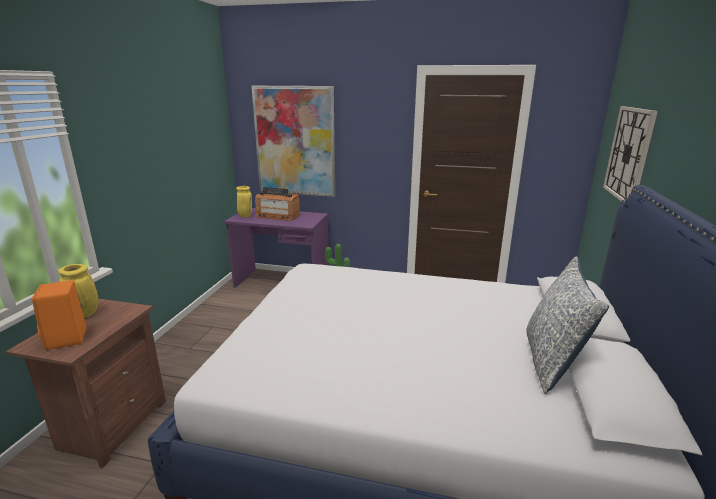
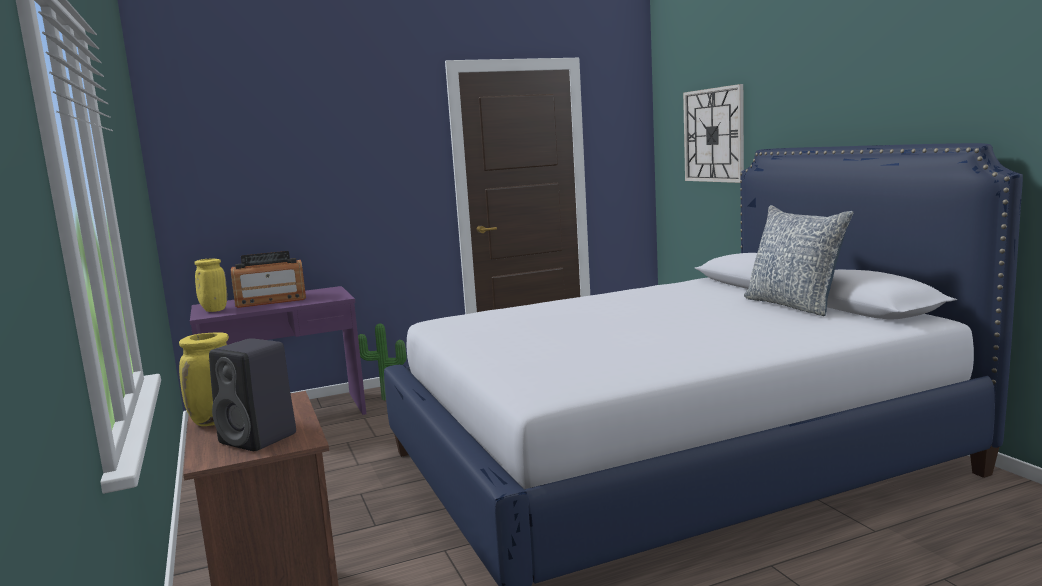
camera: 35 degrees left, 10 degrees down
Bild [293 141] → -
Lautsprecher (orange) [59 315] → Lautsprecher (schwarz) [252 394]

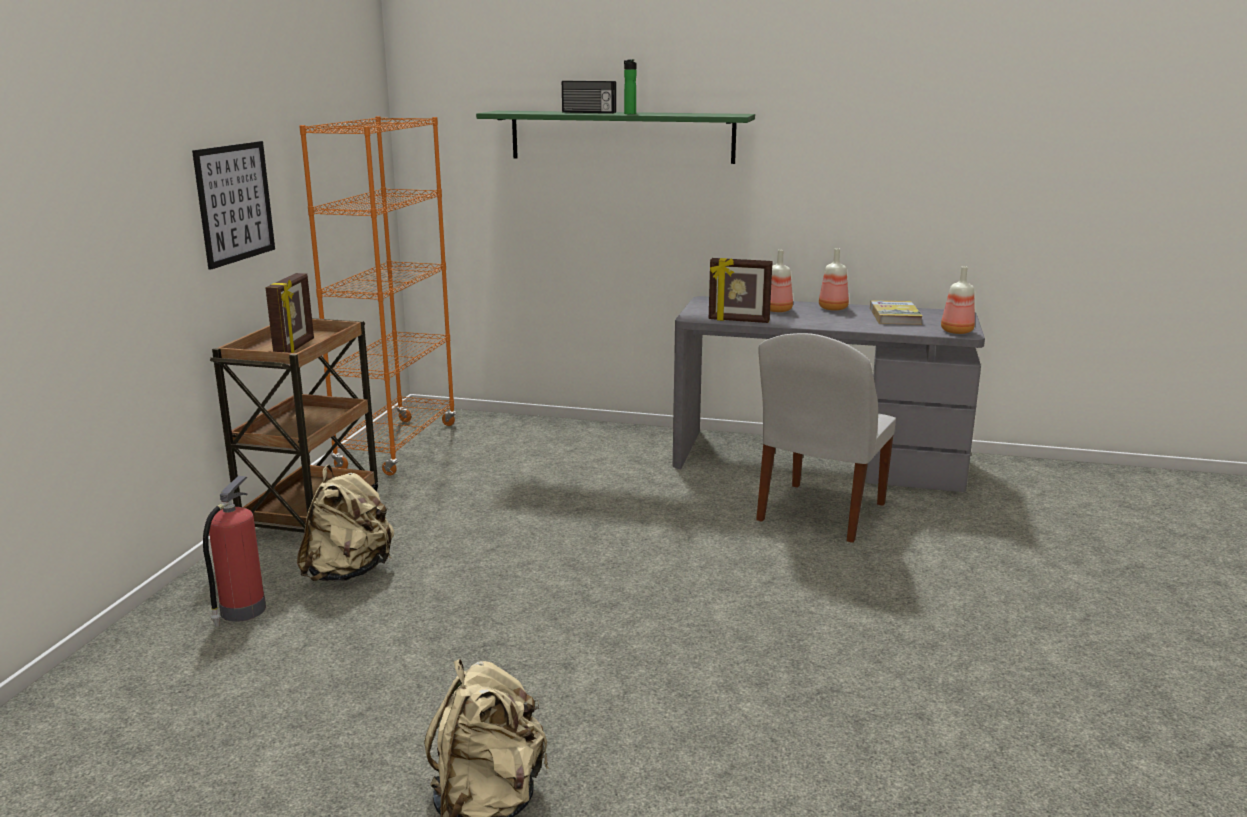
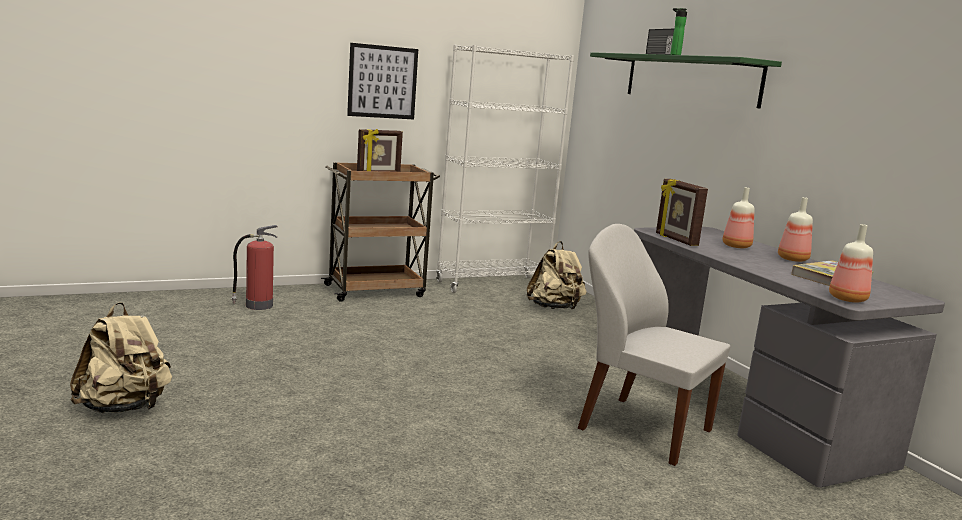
camera: 50 degrees right, 5 degrees down
Bücherregal (orange) [377 295] → Bücherregal (weiß) [505 169]
Stuhl (weiß) [826 438] → Stuhl (weiß) [654 345], 45 degrees clockwise
Rucksack (beige) [345 523] → Rucksack (beige) [557 275], shifted

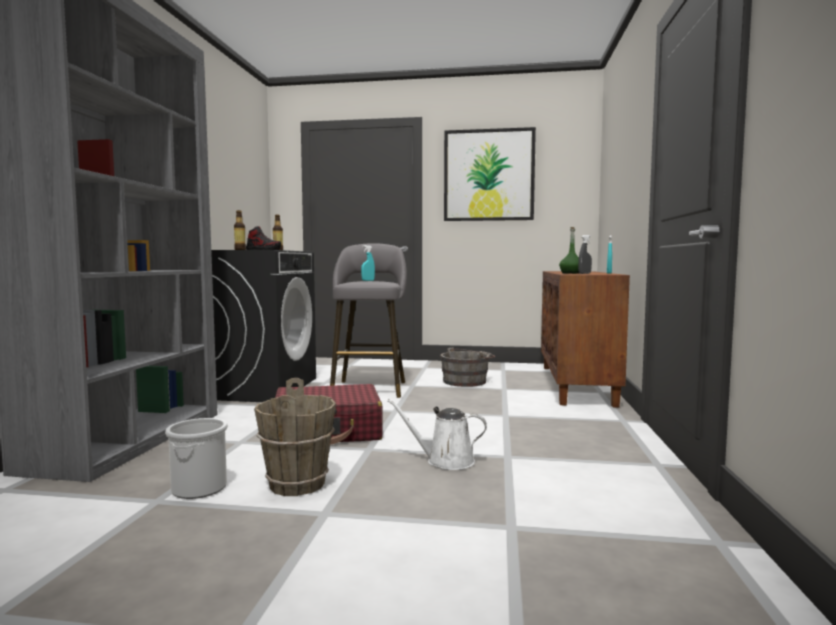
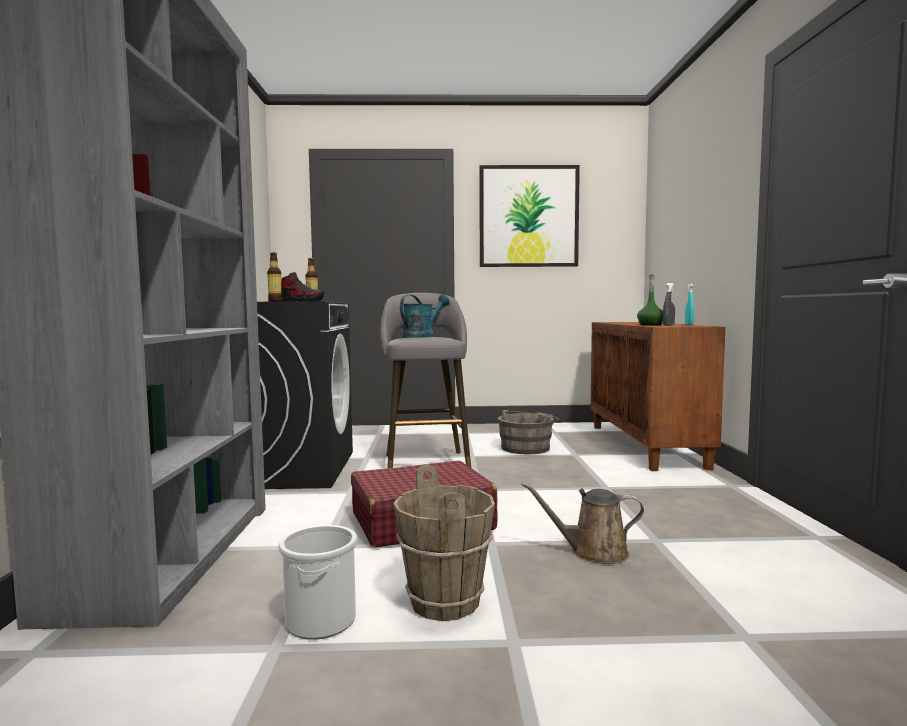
camera: 10 degrees left, 0 degrees up
Sprühflasche (türkis) [368 263] → Gießkanne (türkis) [425 316]
Gießkanne (weiß) [437 434] → Gießkanne (braun) [582 523]

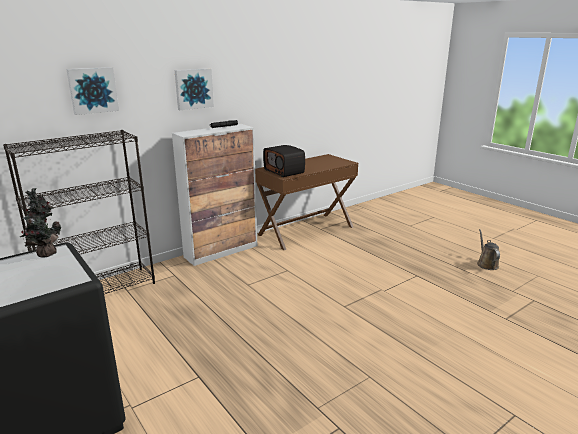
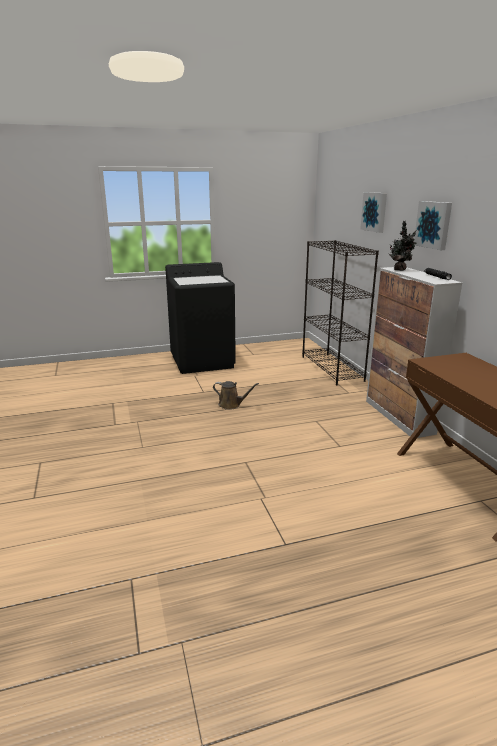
camera: 110 degrees right, 0 degrees up
Radio [284 161] → -
Topfpflanze [40 222] → Topfpflanze [402 246], shifted
Gießkanne (braun) [488 249] → Gießkanne (braun) [236 395], shifted

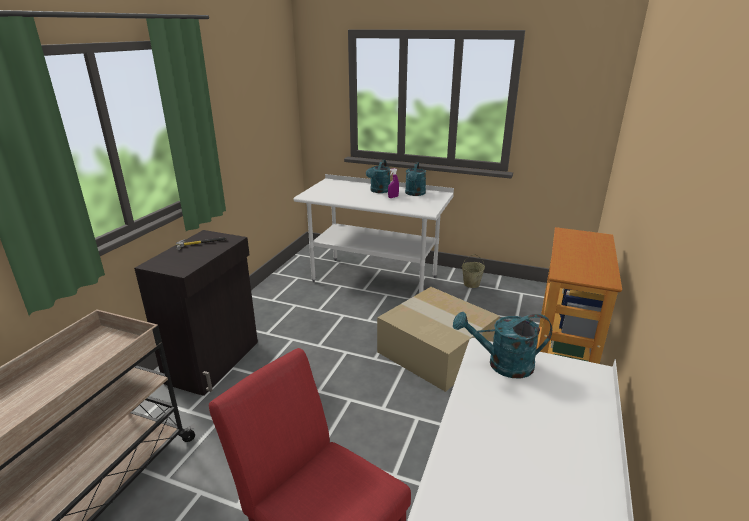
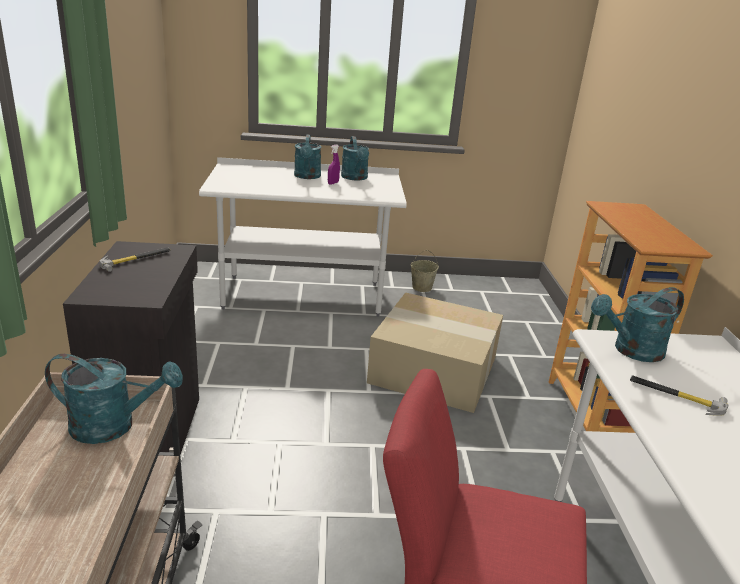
camera: 25 degrees left, 0 degrees up
- → Gießkanne (türkis) [114 399]
- → Hammer [679 396]

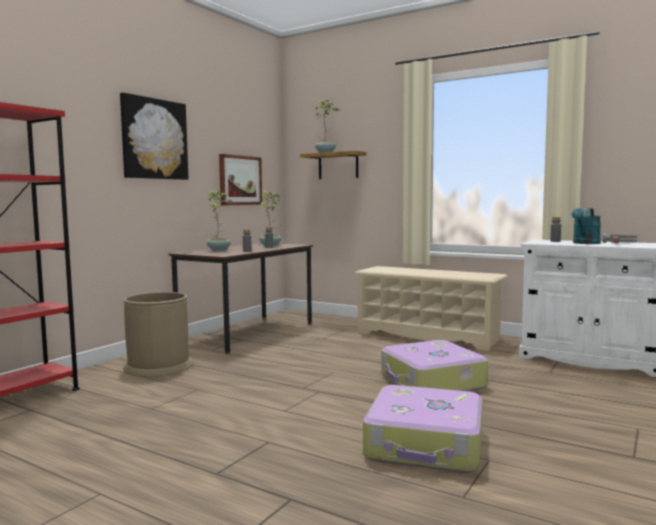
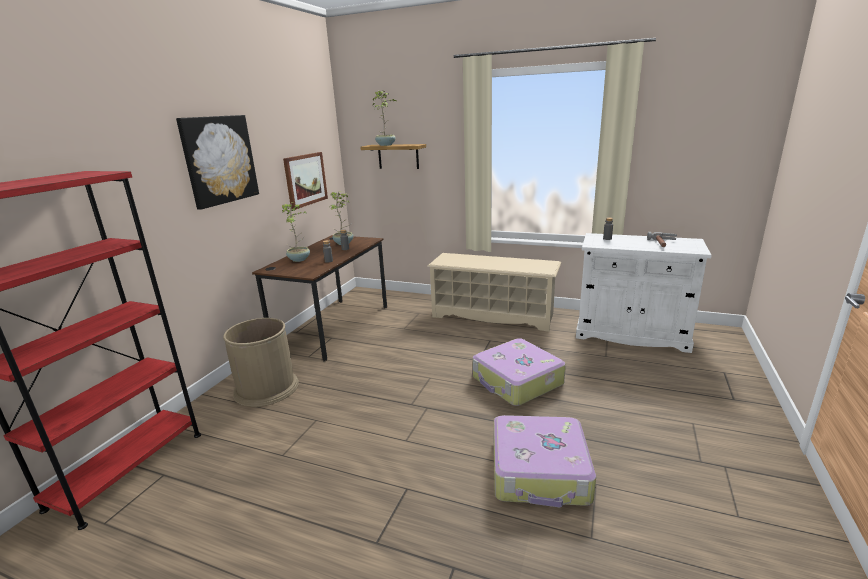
camera: 10 degrees left, 15 degrees up
Gießkanne (türkis) [586 226] → -

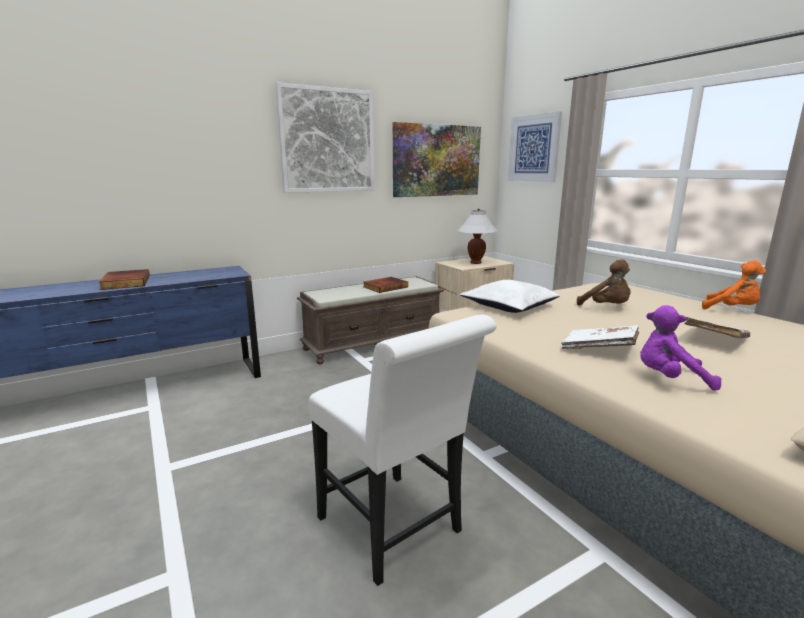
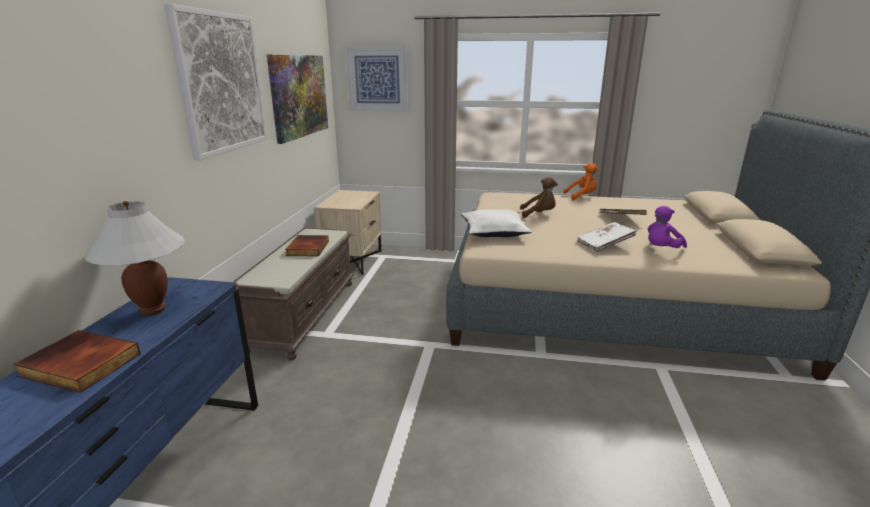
camera: 50 degrees left, 5 degrees up
Tischlampe (weiß) [477 236] → Tischlampe (weiß) [135 258], shifted
Stuhl (weiß) [402 450] → -

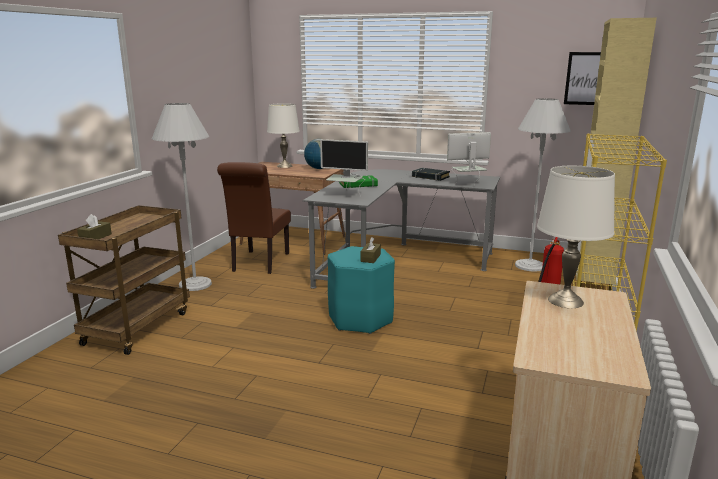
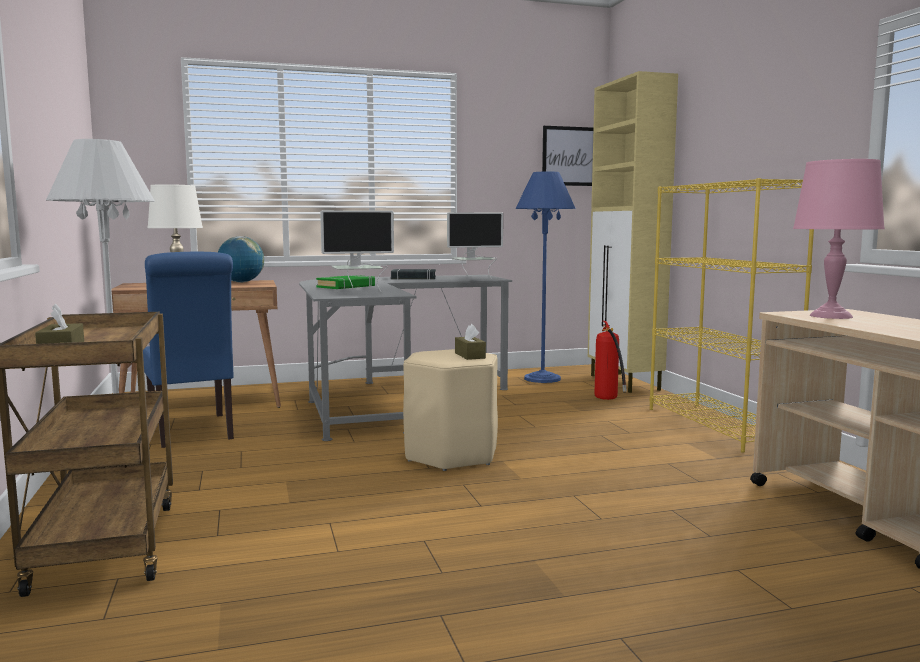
camera: 35 degrees left, 10 degrees down
Stehlampe (weiß) [543 184] → Stehlampe (blau) [545 277]
Monitor [469 158] → Monitor [475 245], 150 degrees counterclockwise
Stuhl (braun) [254 218] → Stuhl (blau) [188 350]
Tischlampe (weiß) [576 237] → Tischlampe (rosa) [839 239]
Hocker (türkis) [361 290] → Hocker (beige) [450 410]

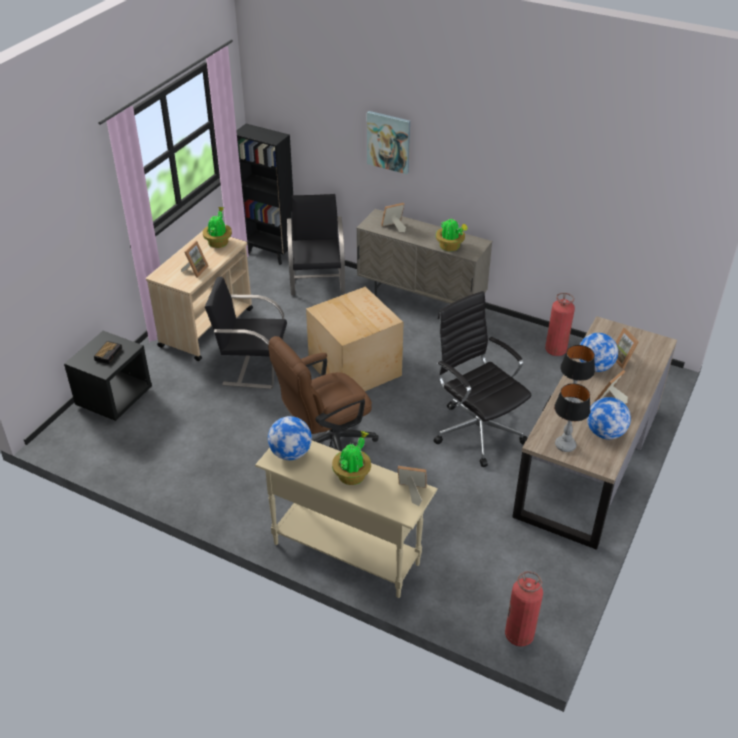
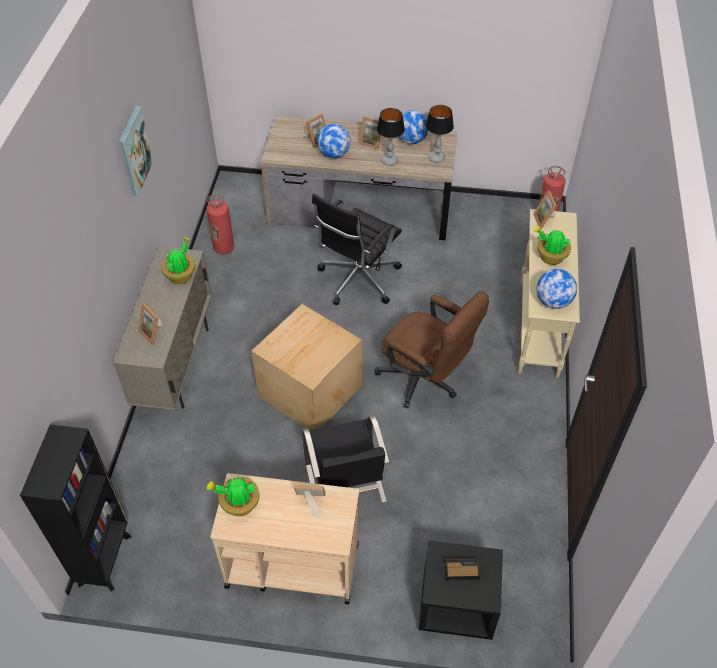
camera: 110 degrees left, 10 degrees up
Bild [388 142] → Bild [136 151], shifted
Stuhl (schwarz) [316 244] → -

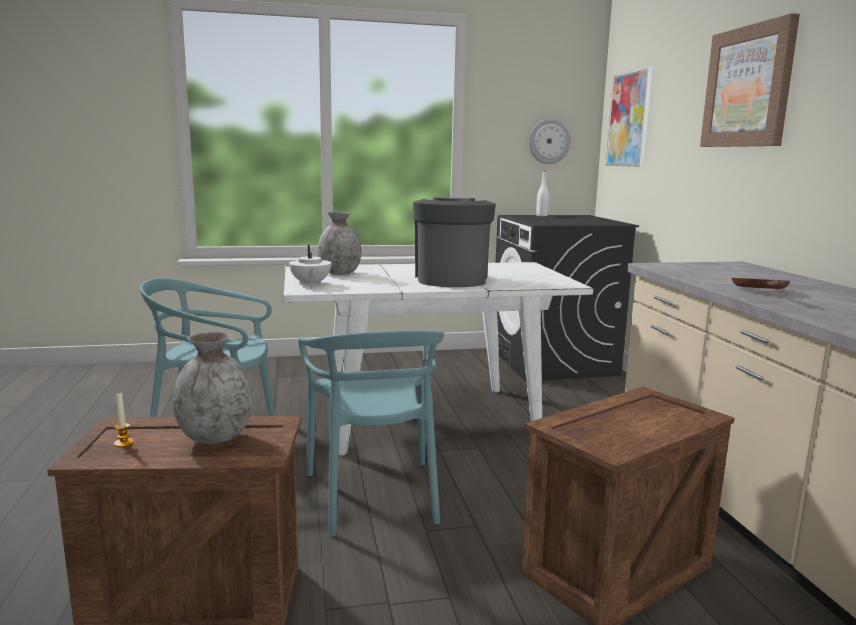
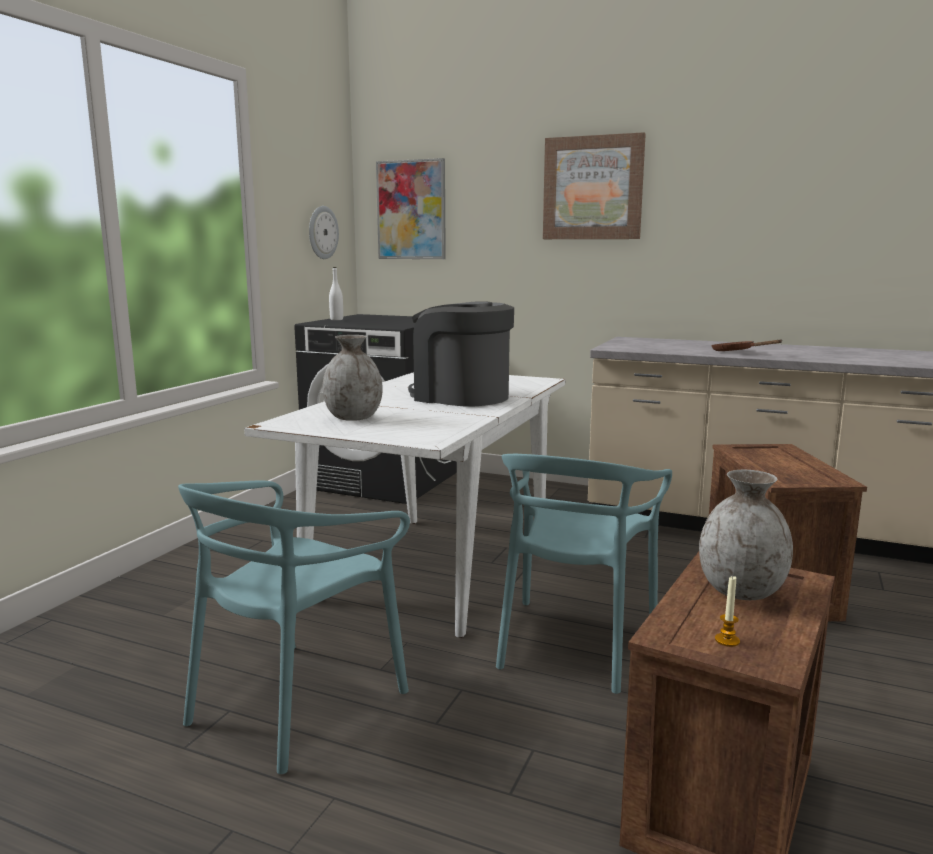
camera: 55 degrees left, 0 degrees up
Teekanne (weiß) [310 266] → -
Stuhl (türkis) [371 433] → Stuhl (türkis) [584 574], 90 degrees clockwise

